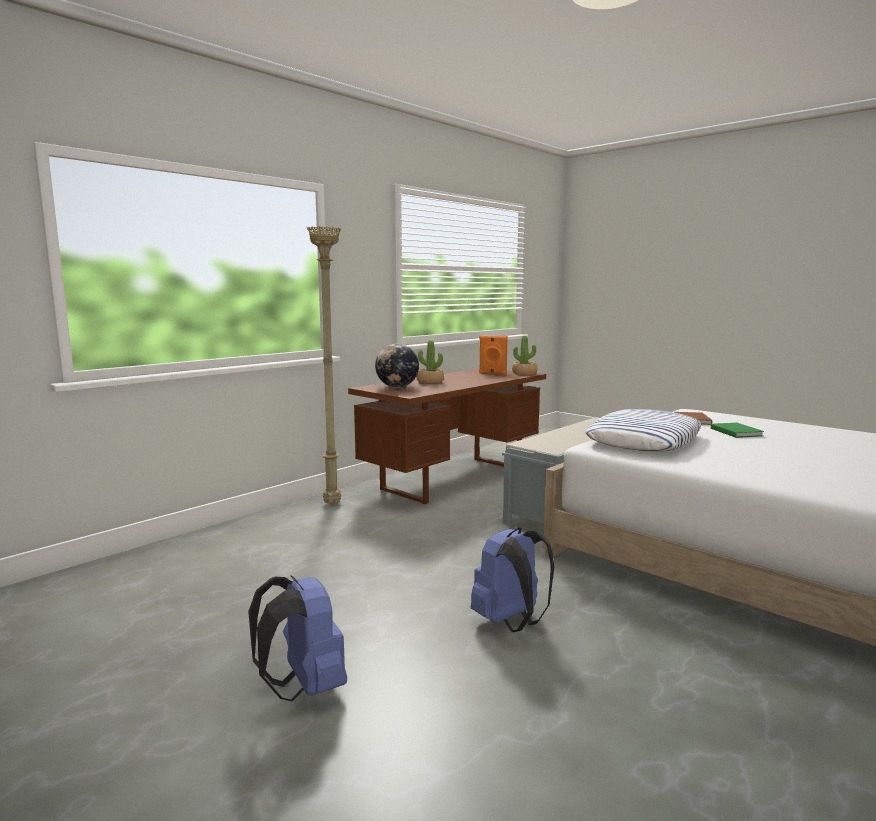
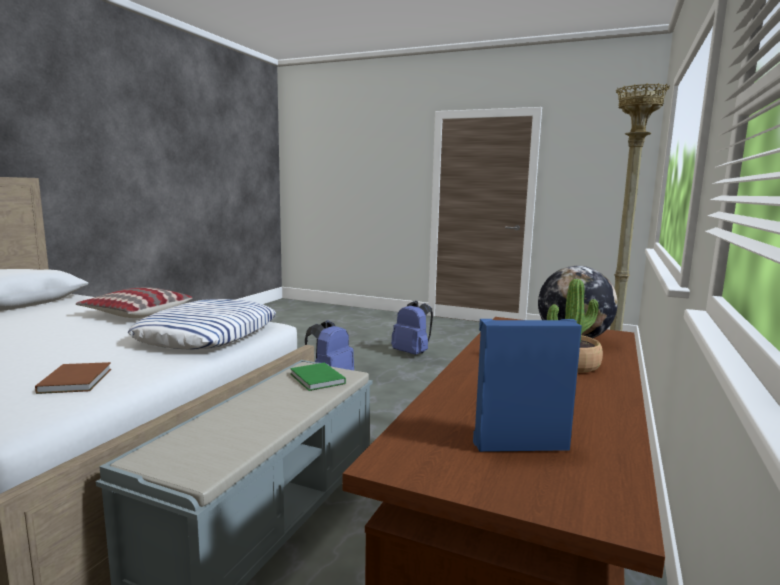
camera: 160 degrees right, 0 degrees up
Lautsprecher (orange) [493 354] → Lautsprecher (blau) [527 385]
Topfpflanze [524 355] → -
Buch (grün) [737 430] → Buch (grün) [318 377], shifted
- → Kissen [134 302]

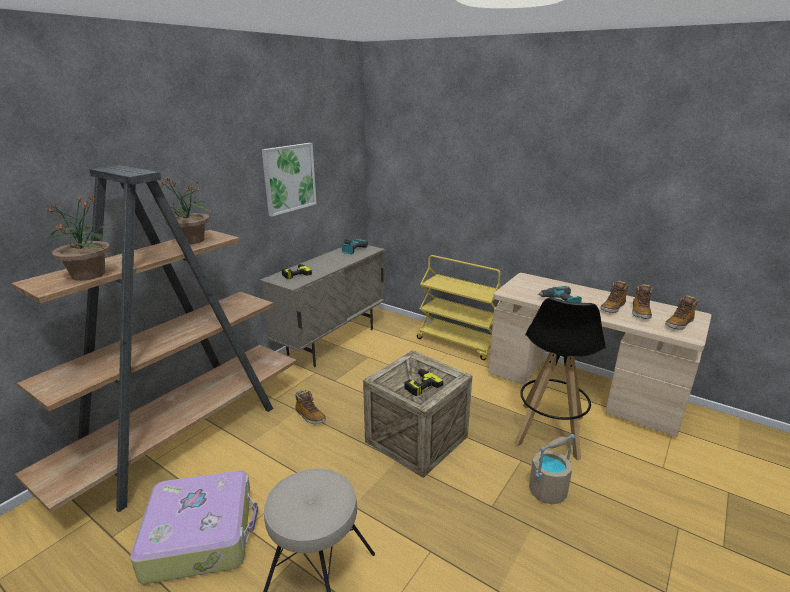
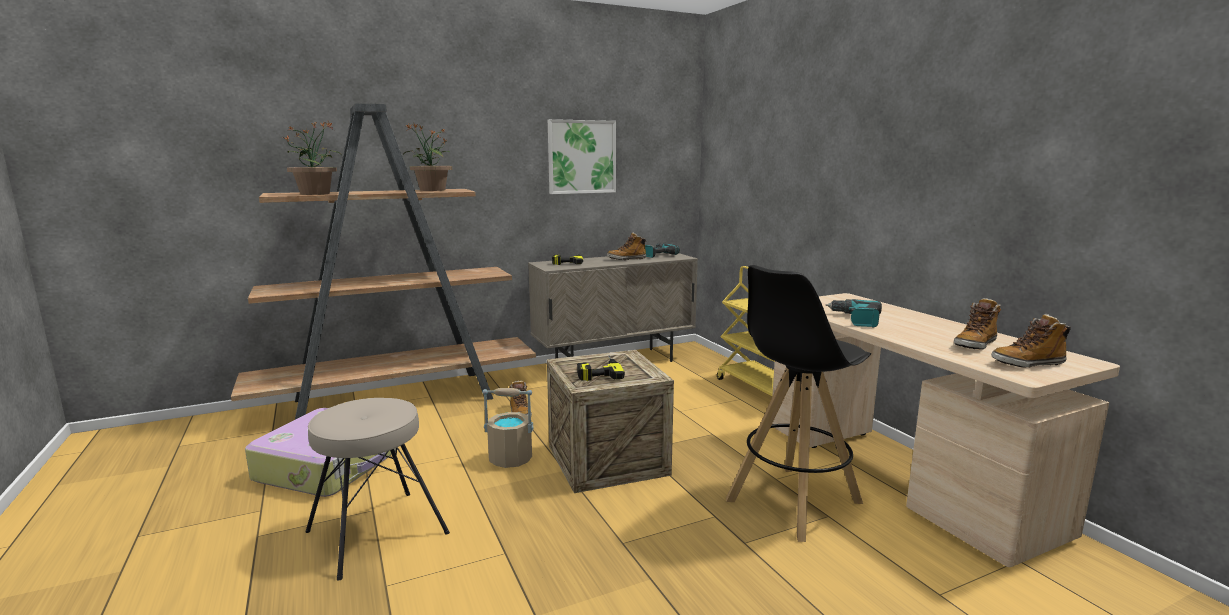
camera: 30 degrees right, 10 degrees down
Stiefel [614 297] → Stiefel [627 246], shifted
Eimer (beige) [552 469] → Eimer (beige) [507 428], shifted

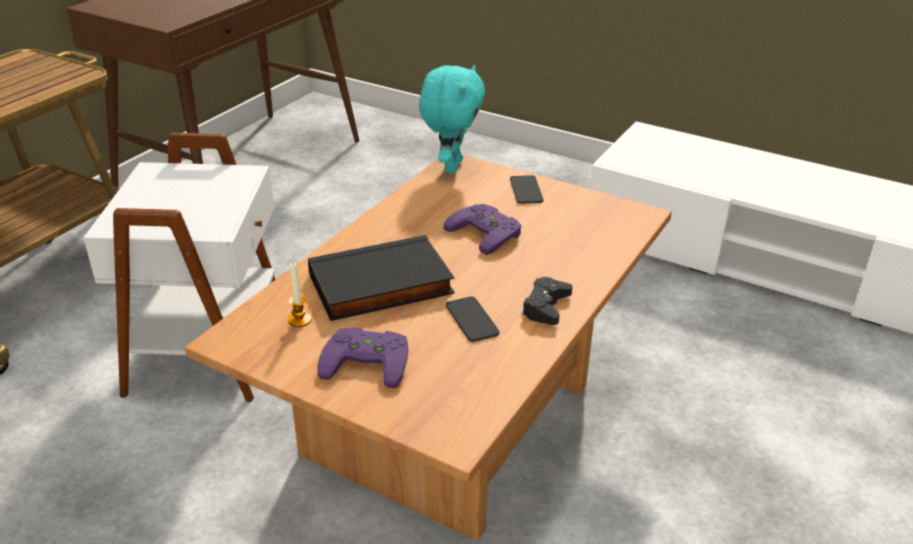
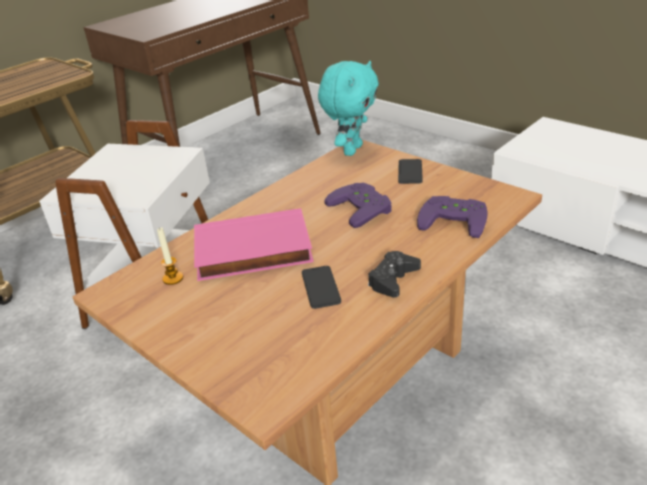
camera: 15 degrees right, 0 degrees up
Buch (schwarz) [381 278] → Buch (rosa) [254 244]
Gamepad (lila) [363 358] → Gamepad (lila) [452 217], shifted

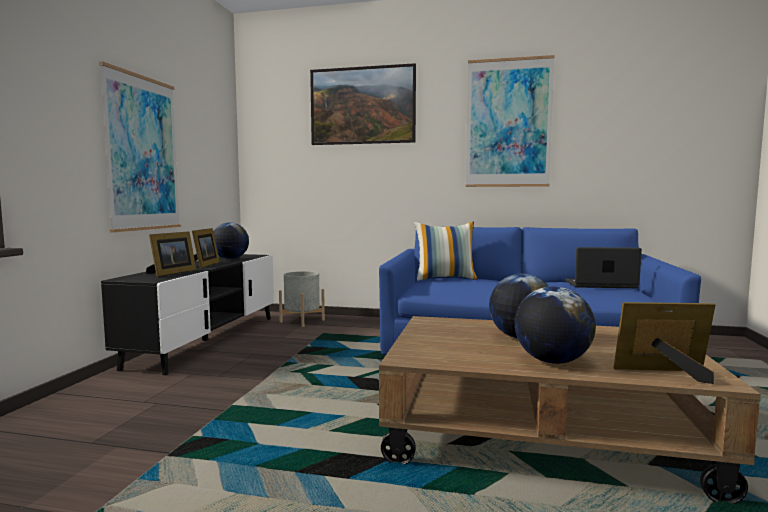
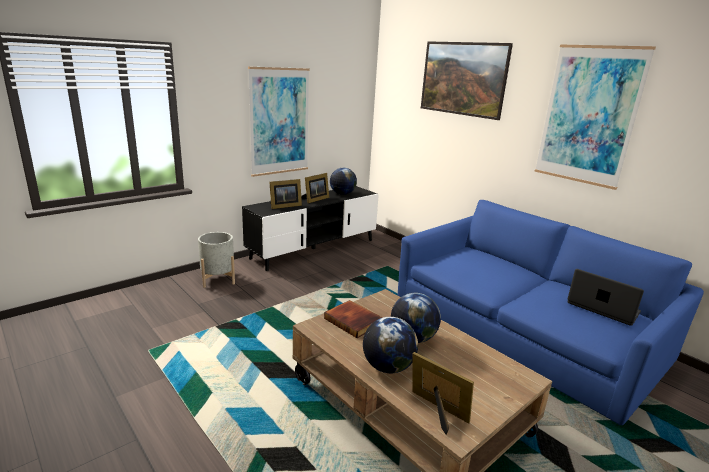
camera: 35 degrees right, 15 degrees up
Kissen [446 251] → -
Pflanzkübel (grau) [302 299] → Pflanzkübel (grau) [216 260], shifted
- → Buch [353 319]

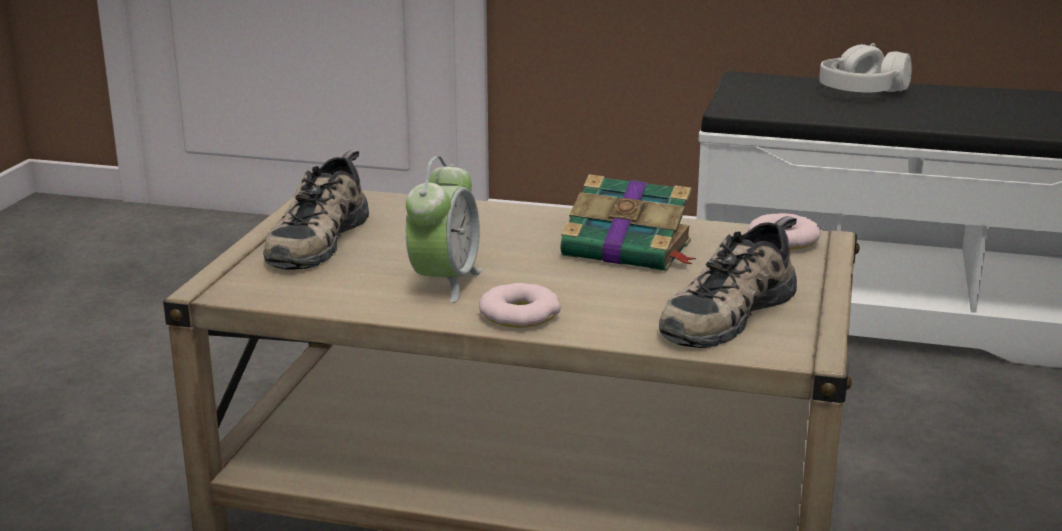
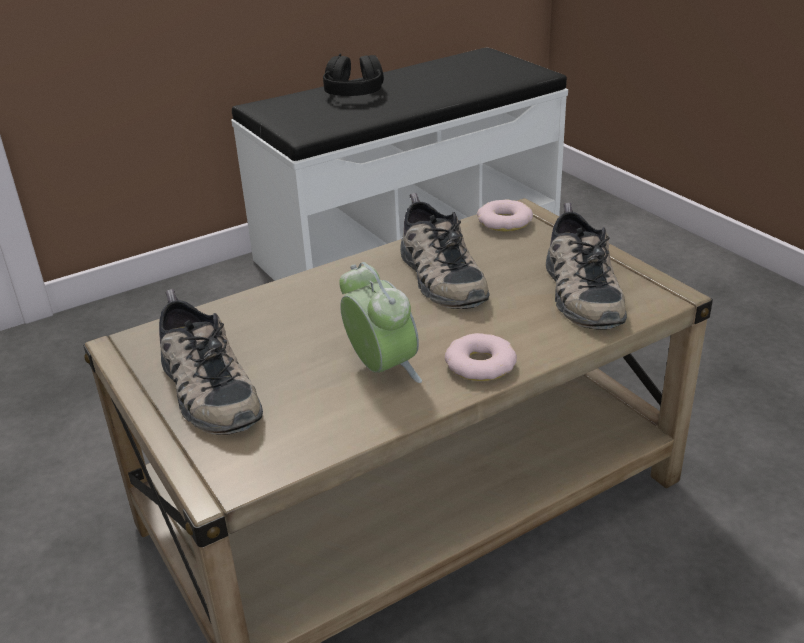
camera: 45 degrees left, 10 degrees up
Kopfhörer (weiß) [865 67] → Kopfhörer (schwarz) [353 75]
Buch [628 222] → Schuh [445 251]

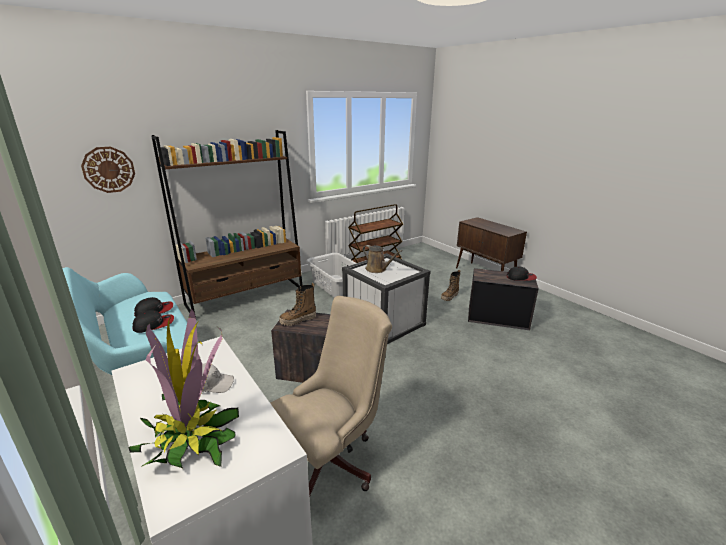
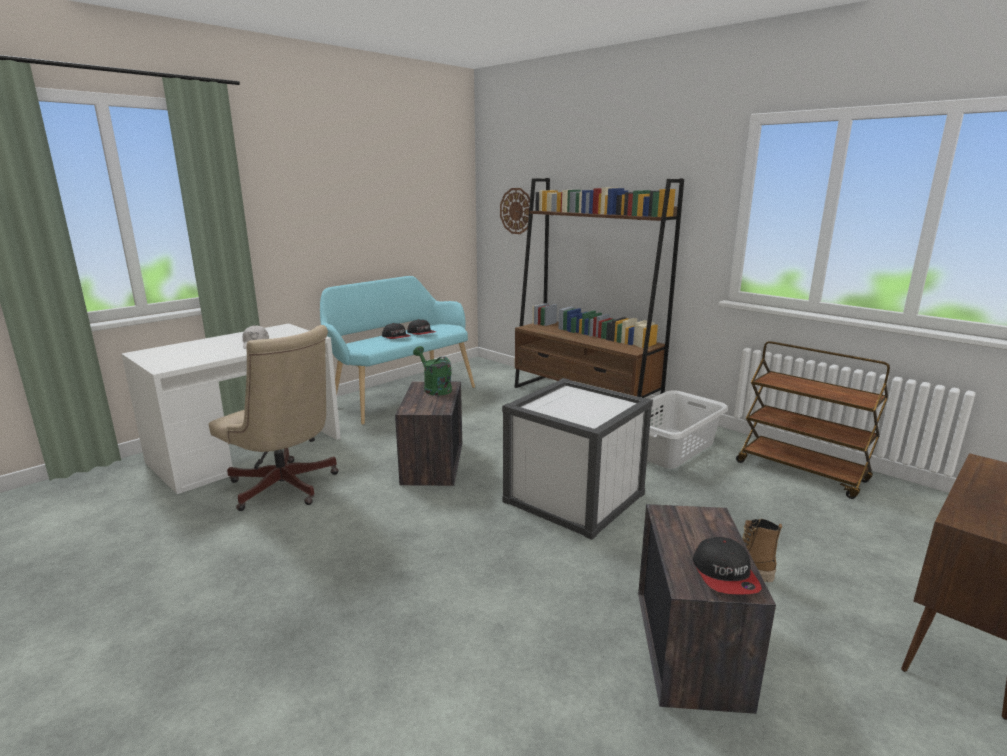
camera: 80 degrees right, 5 degrees down
Gießkanne (braun) [382 259] → -
Stiefel [297 304] → Gießkanne (grün) [432 371]
Topfpflanze [183 388] → -

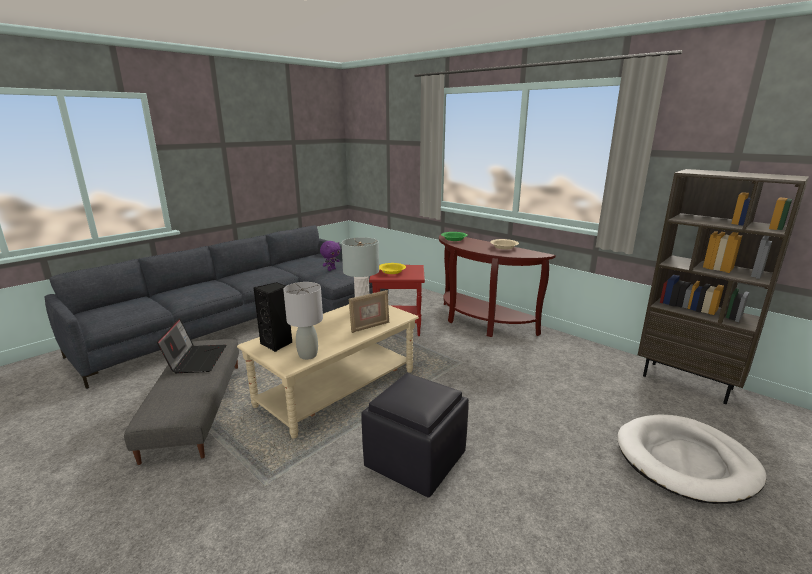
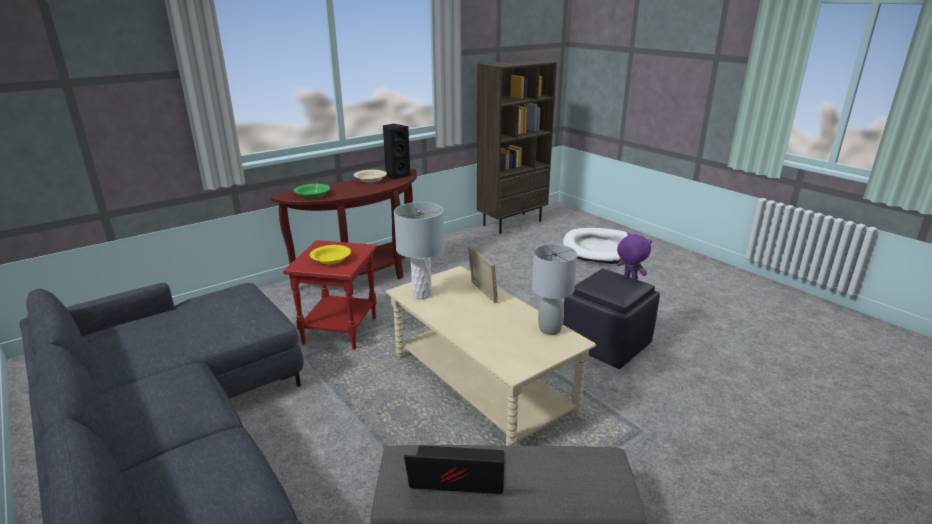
camera: 80 degrees left, 5 degrees up
Plüschtier (lila) [330 256] → Plüschtier (lila) [634 257], shifted
Lautsprecher (schwarz) [273 317] → Lautsprecher (schwarz) [397 152], shifted

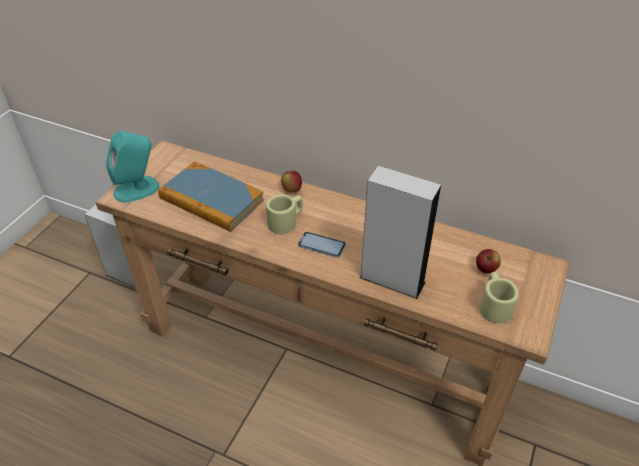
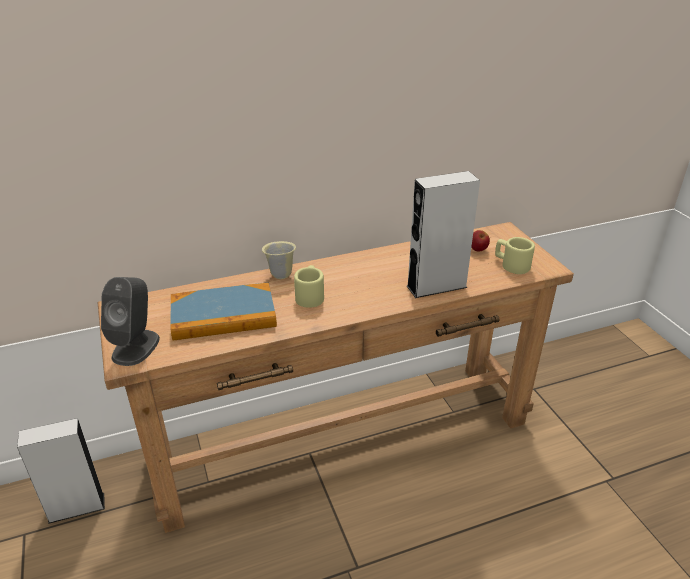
camera: 45 degrees left, 10 degrees down
Lautsprecher (türkis) [132 167] → Lautsprecher (grau) [130 321]
Apfel [291 181] → Henkelbecher (beige) [279 260]
Handy [322 245] → -

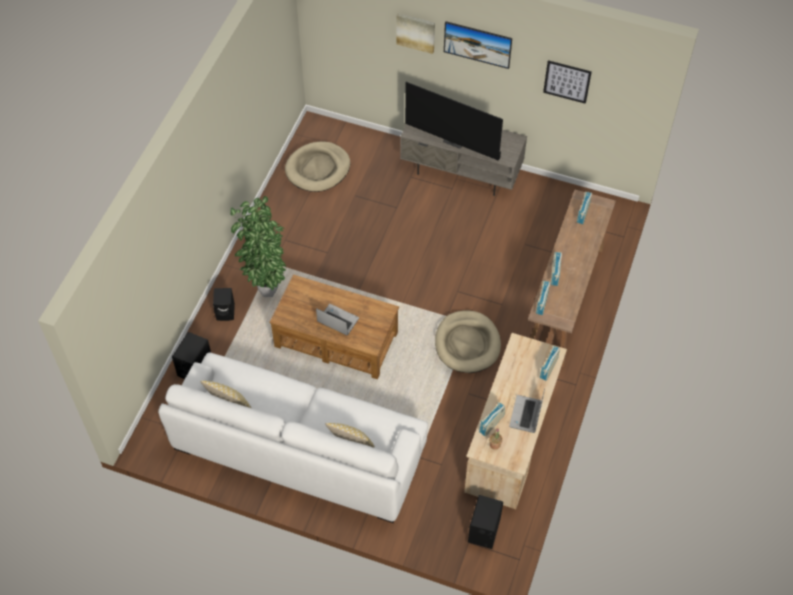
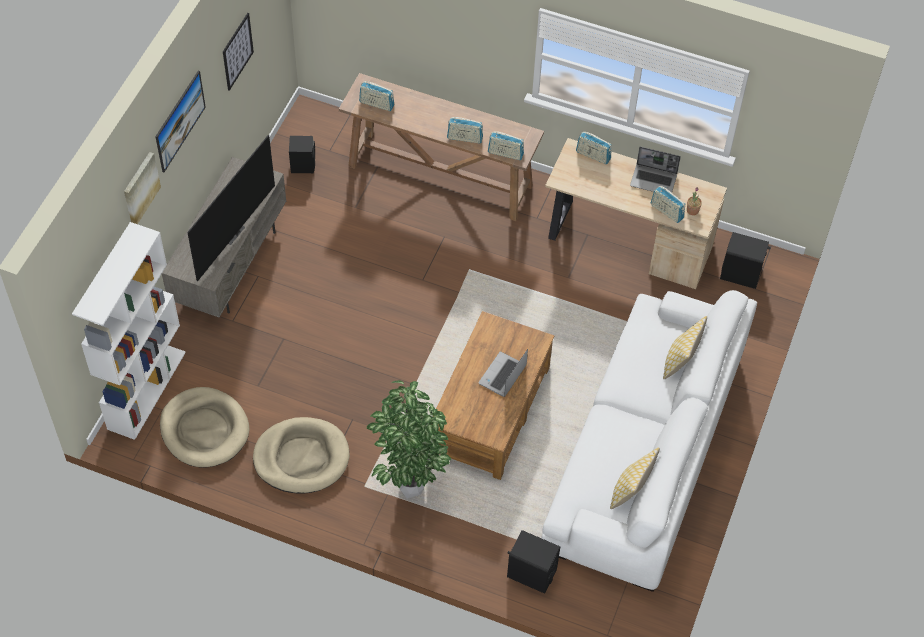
camera: 90 degrees left, 0 degrees up
Lautsprecher (schwarz) [224 304] → Lautsprecher (schwarz) [302 154], shifted
Hundebett (beige) [468 341] → Hundebett (beige) [301 455], shifted
- → Bücherregal (weiß) [129 331]

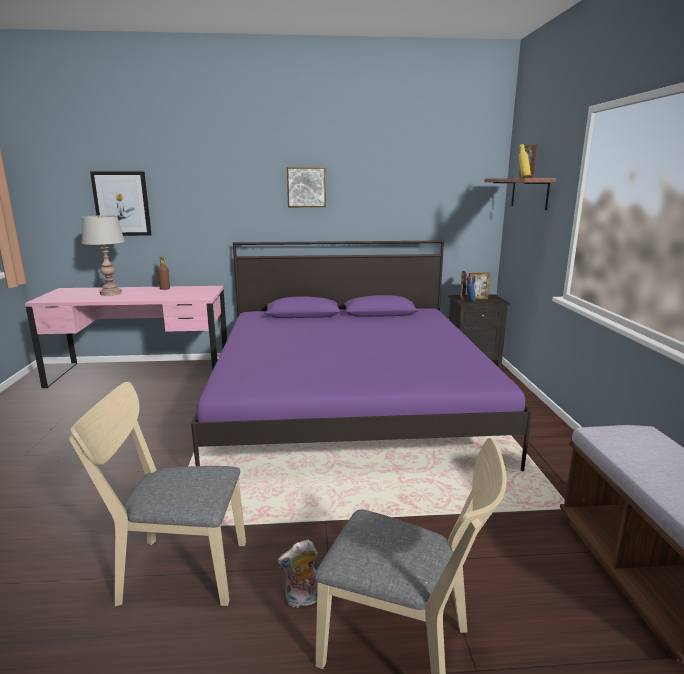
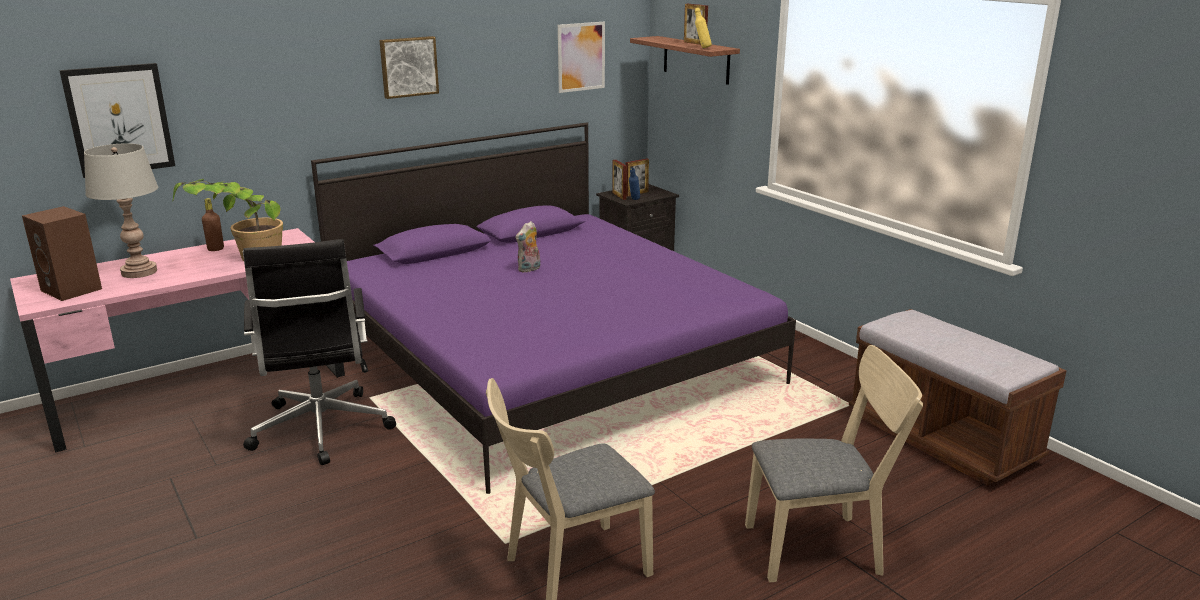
camera: 30 degrees left, 5 degrees up
Plüschtier [298 574] → Plüschtier [528 247], shifted
- → Bild [581 57]
- → Topfpflanze [227 220]
- → Lautsprecher (braun) [62 253]
- → Bürostuhl (schwarz) [319 352]

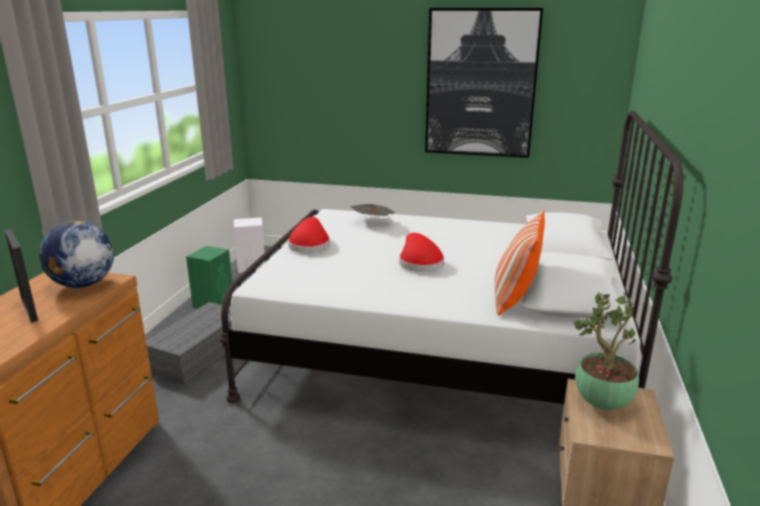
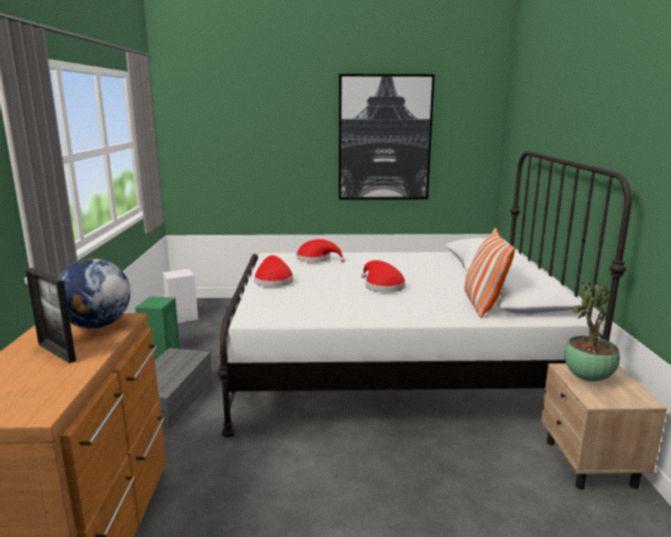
camera: 15 degrees left, 5 degrees down
Zeitung [372 210] → Hut (rot) [320 251]

